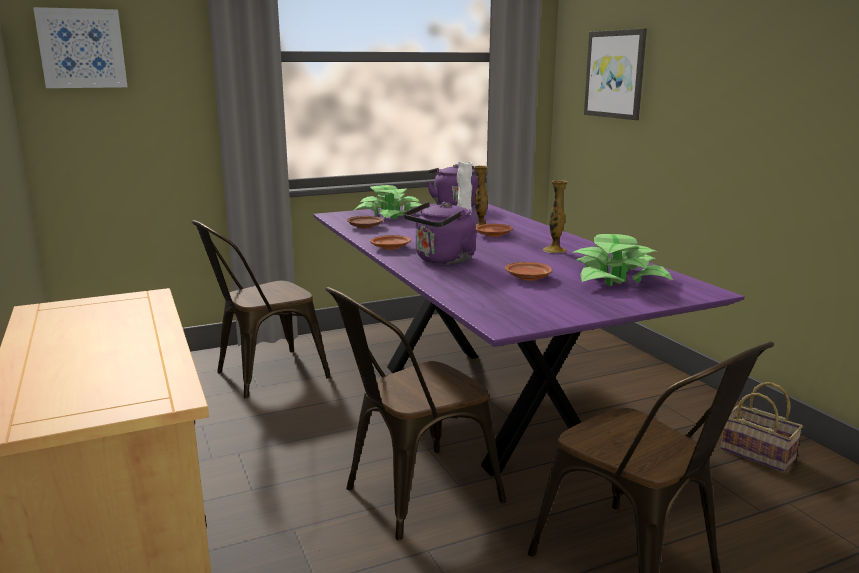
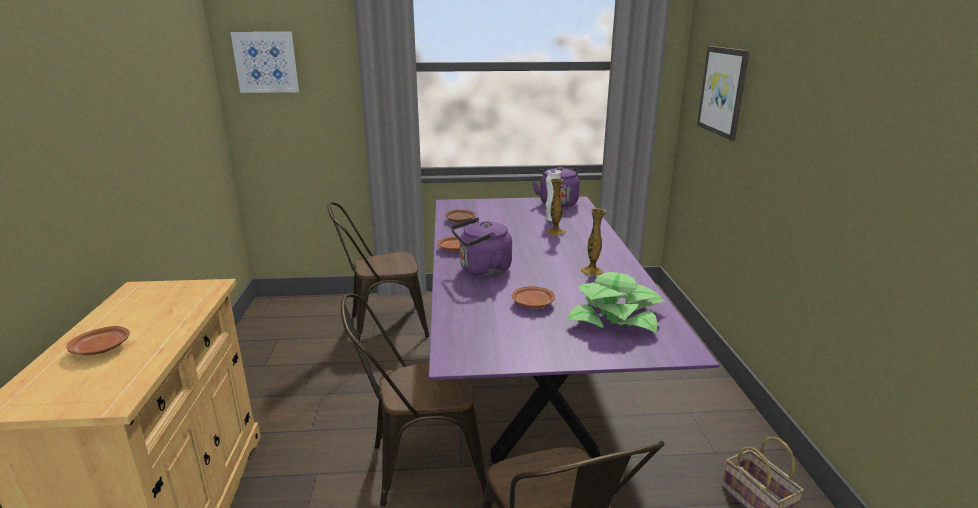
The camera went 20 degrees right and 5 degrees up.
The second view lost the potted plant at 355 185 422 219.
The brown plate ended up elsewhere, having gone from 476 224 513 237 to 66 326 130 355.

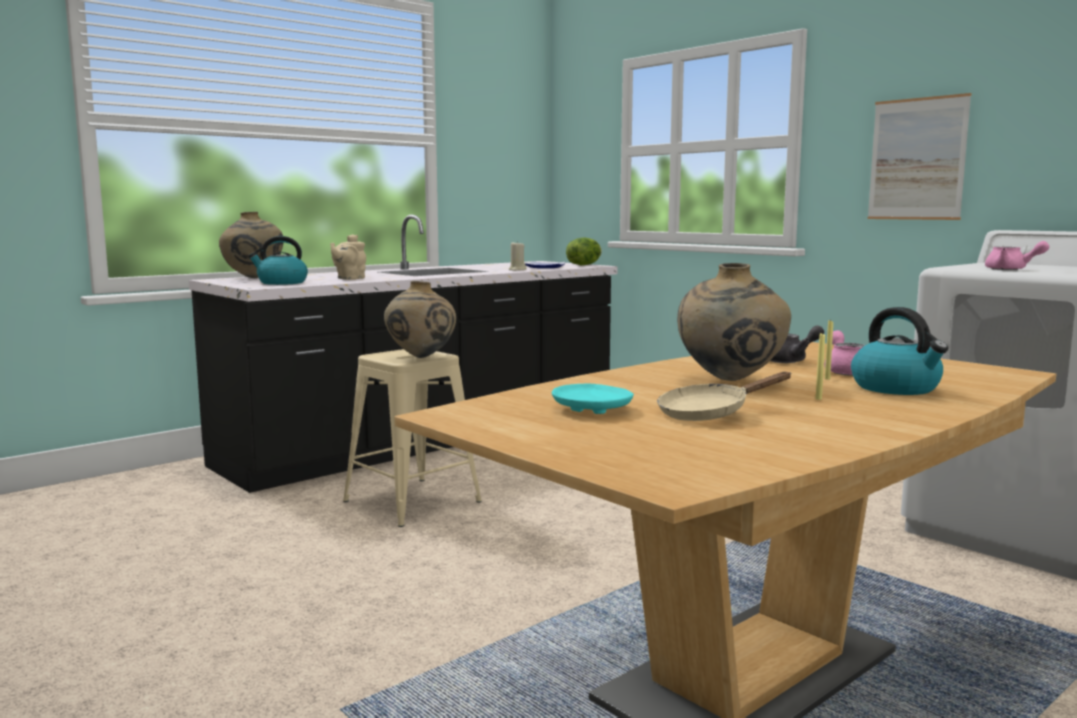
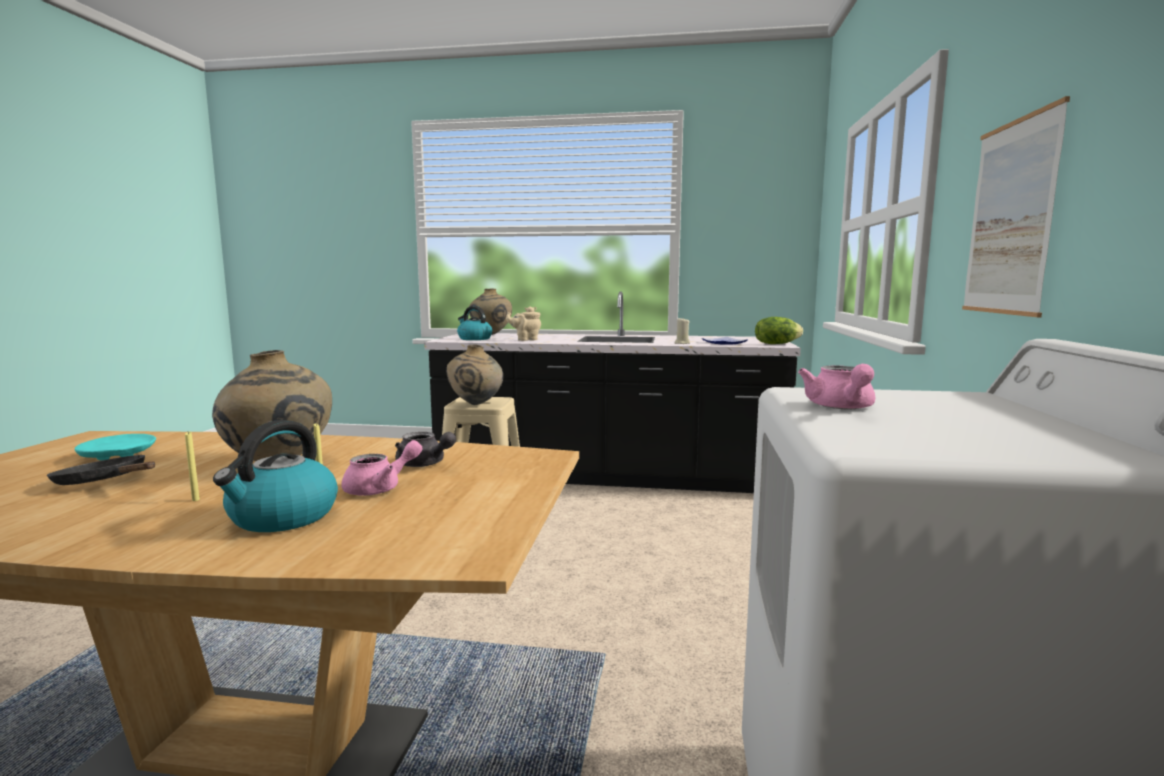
The camera went 50 degrees right and 0 degrees up.
What was the beige frying pan at 657 372 791 421 turned into the black frying pan at 47 455 155 485.

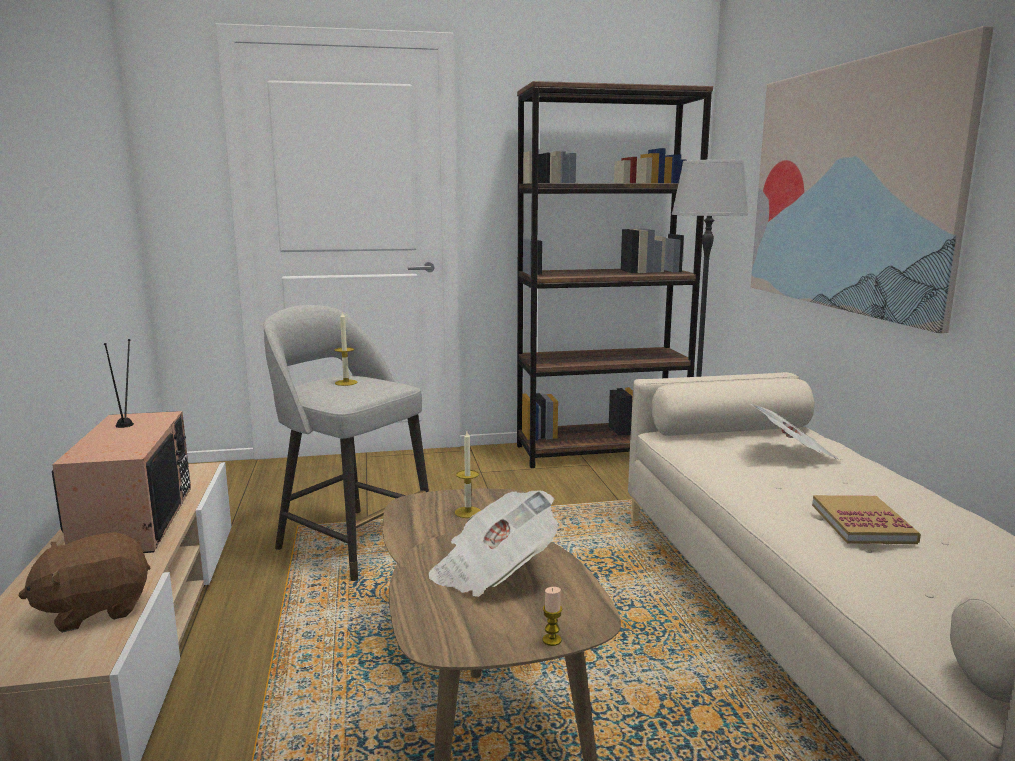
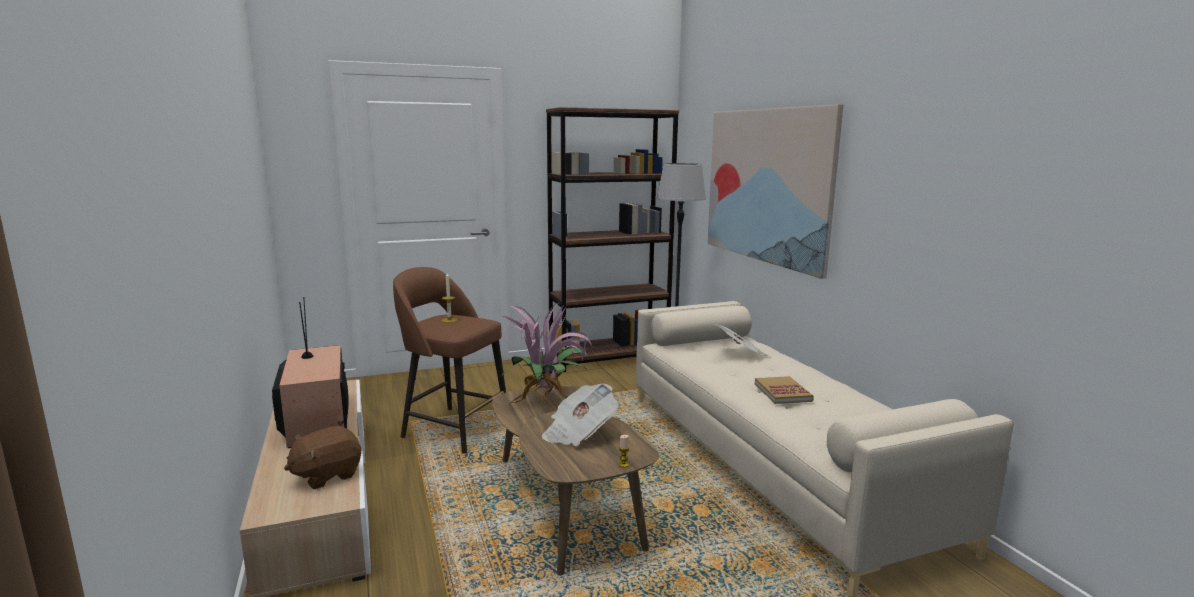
The camera went 10 degrees left and 0 degrees up.
What was the grey stool at 263 305 429 581 turned into the brown stool at 393 267 506 454.
Where the candle stood at 455 431 481 518, the potted plant came to stand at 501 301 591 404.

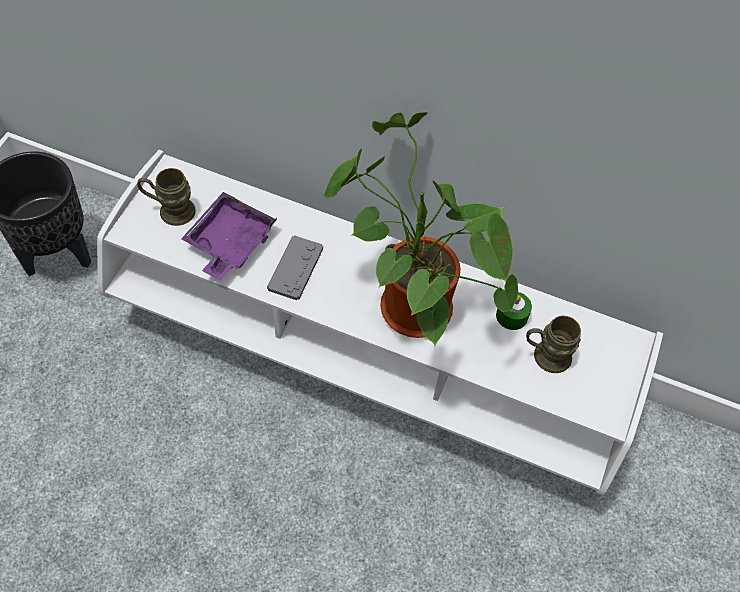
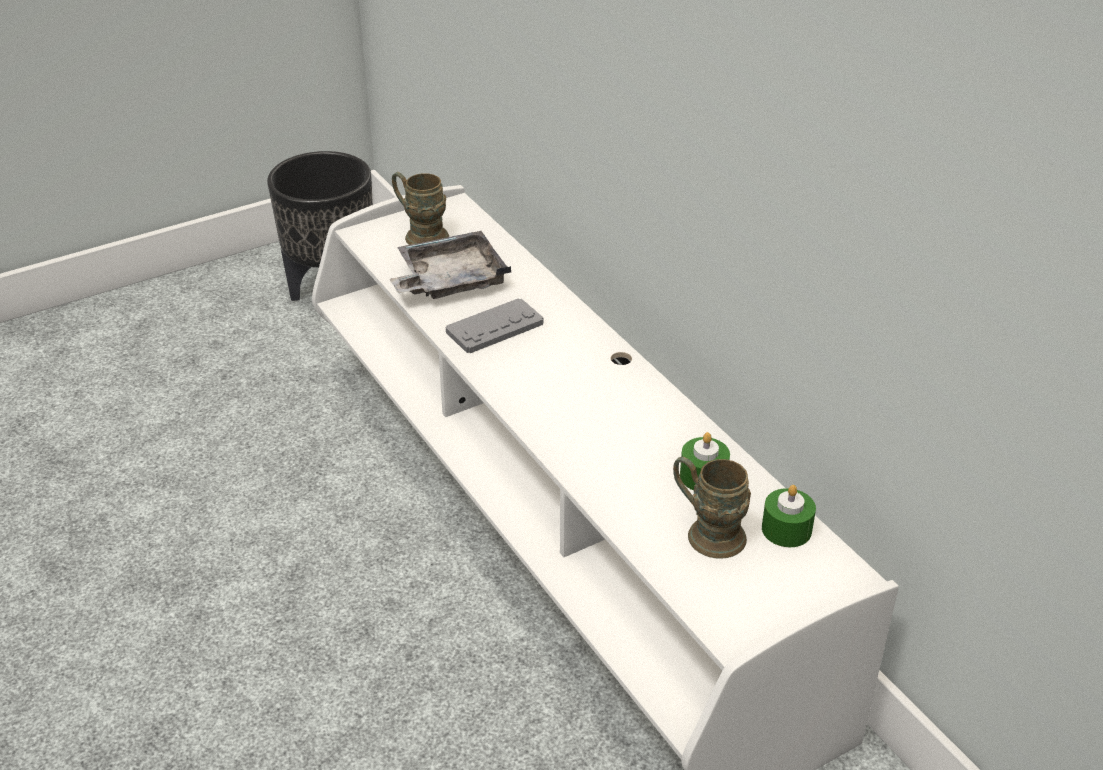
The camera went 40 degrees right and 20 degrees down.
The second view lost the potted plant at 323 112 518 346.
What was the purple tray at 181 192 277 281 turned into the grey tray at 390 231 511 299.
The second view gained the green candle at 762 485 816 547.

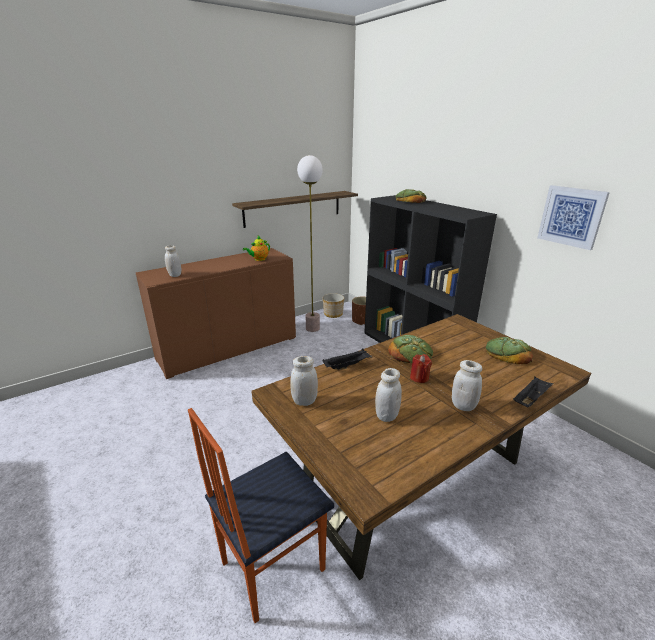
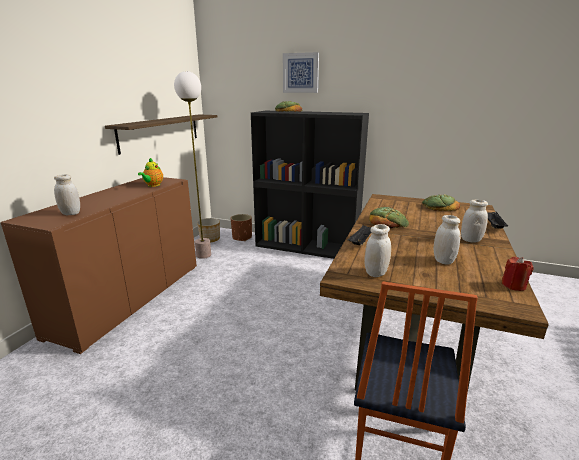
The camera went 35 degrees left and 5 degrees down.
The picture ended up elsewhere, having gone from 537 185 610 250 to 283 52 319 93.
The red candle ended up elsewhere, having gone from 410 354 432 383 to 502 257 534 291.

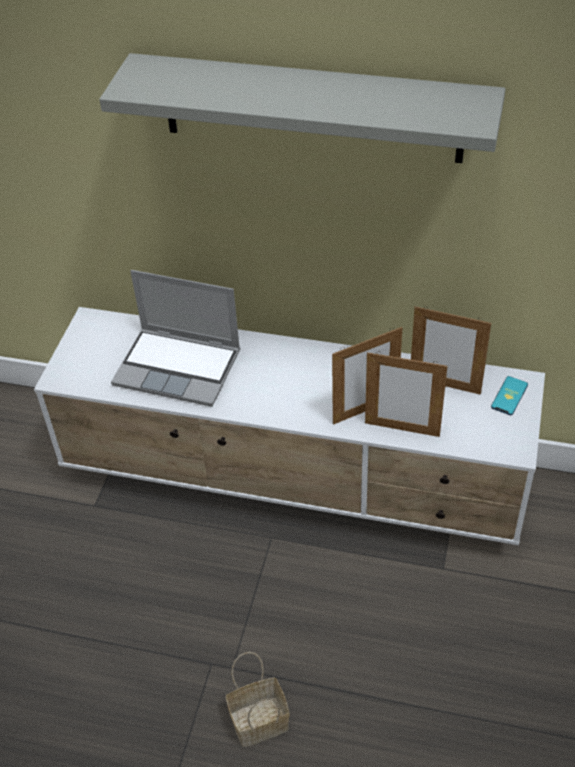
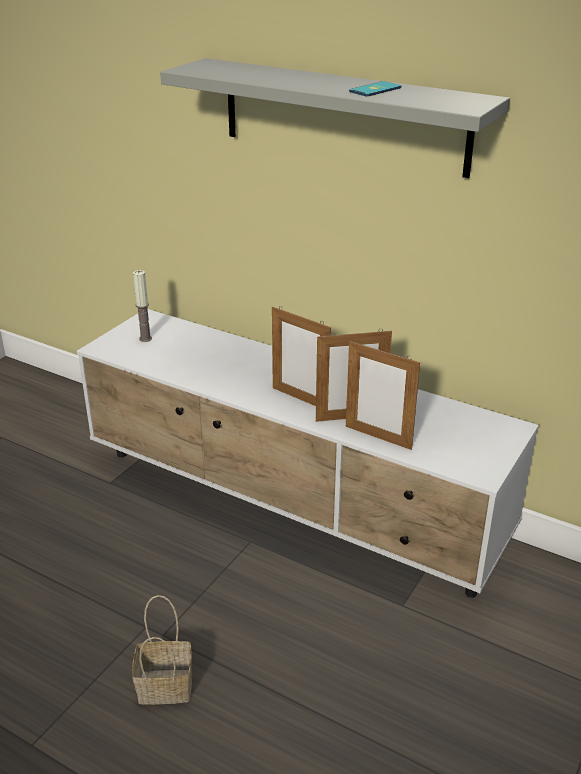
The camera went 15 degrees right and 15 degrees down.
The second view lost the laptop at 111 270 240 407.
The picture frame ended up elsewhere, having gone from 411 306 491 395 to 272 306 331 406.
The phone ended up elsewhere, having gone from 491 376 528 415 to 349 81 401 96.
The second view gained the candle at 133 270 152 342.

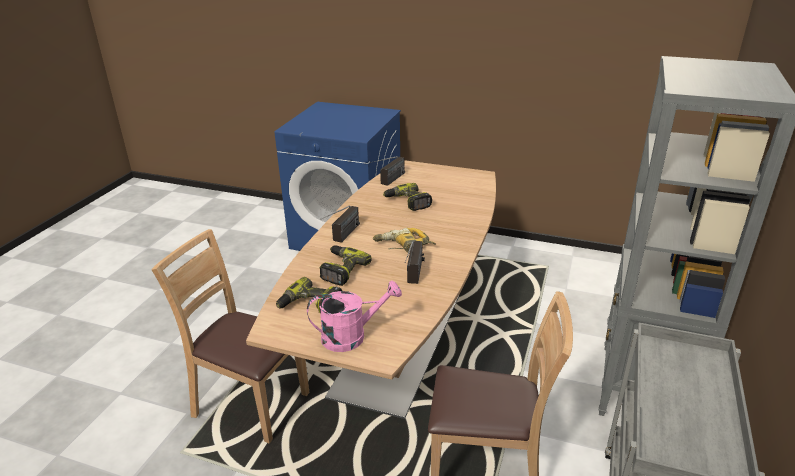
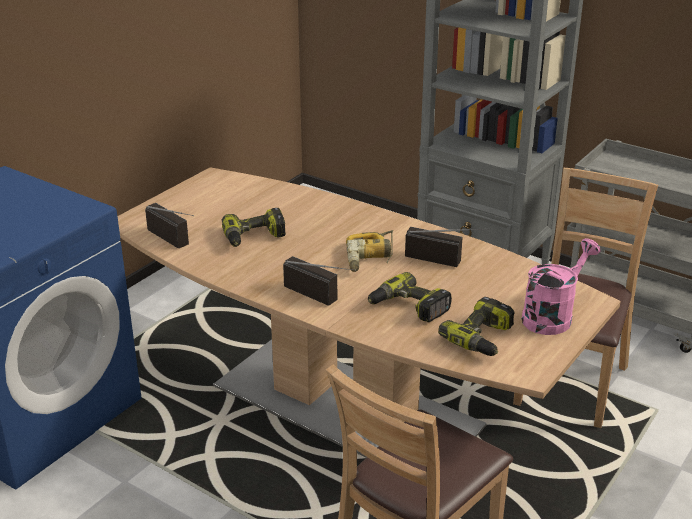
The camera went 75 degrees left and 0 degrees up.
The pink watering can at 307 281 402 352 ended up facing another way, 45 degrees clockwise from before.

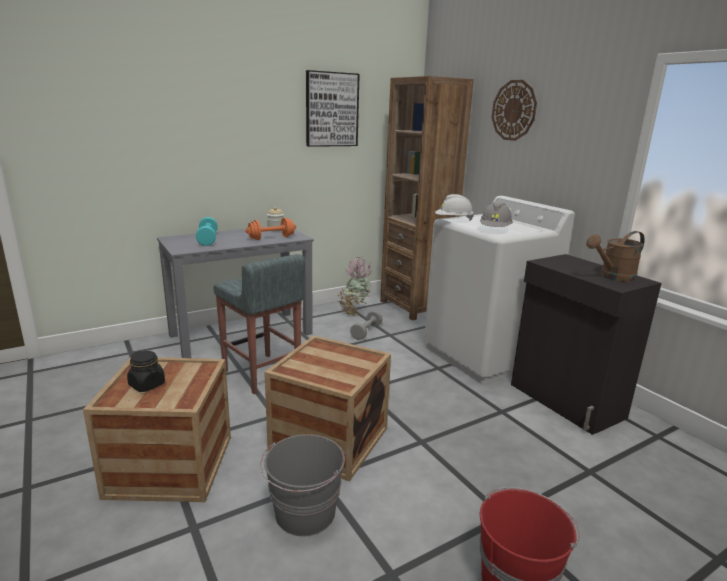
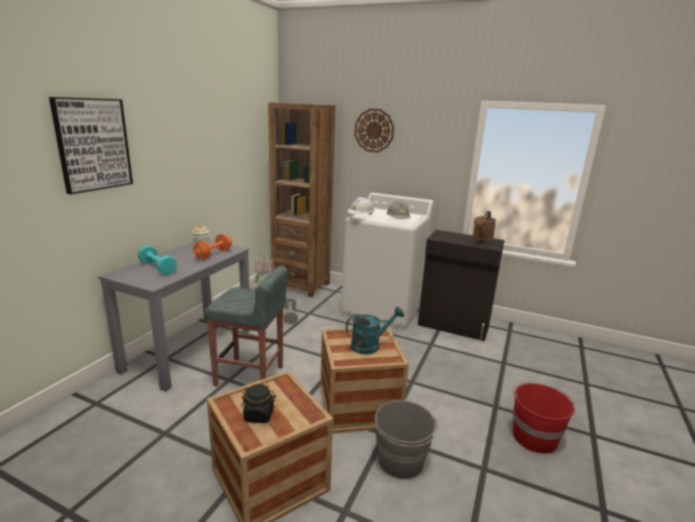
The camera went 35 degrees left and 0 degrees up.
The picture ended up elsewhere, having gone from 306 70 360 147 to 49 97 133 194.
The second view gained the turquoise watering can at 346 306 404 354.

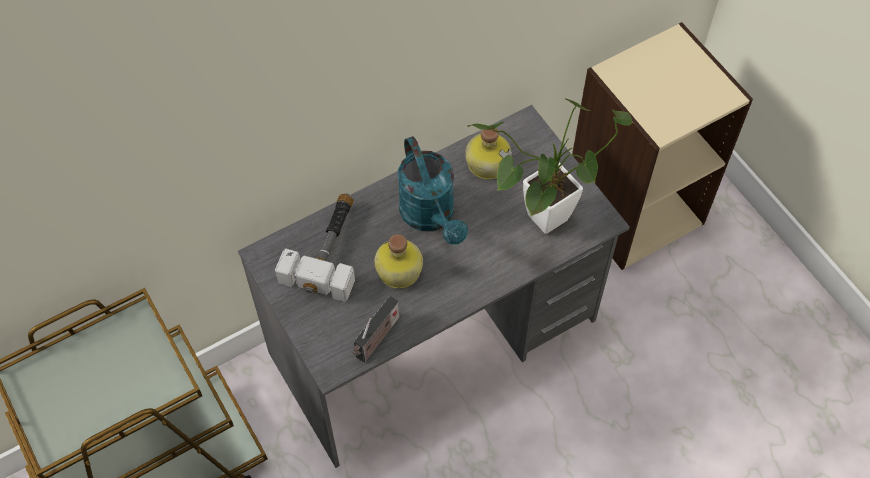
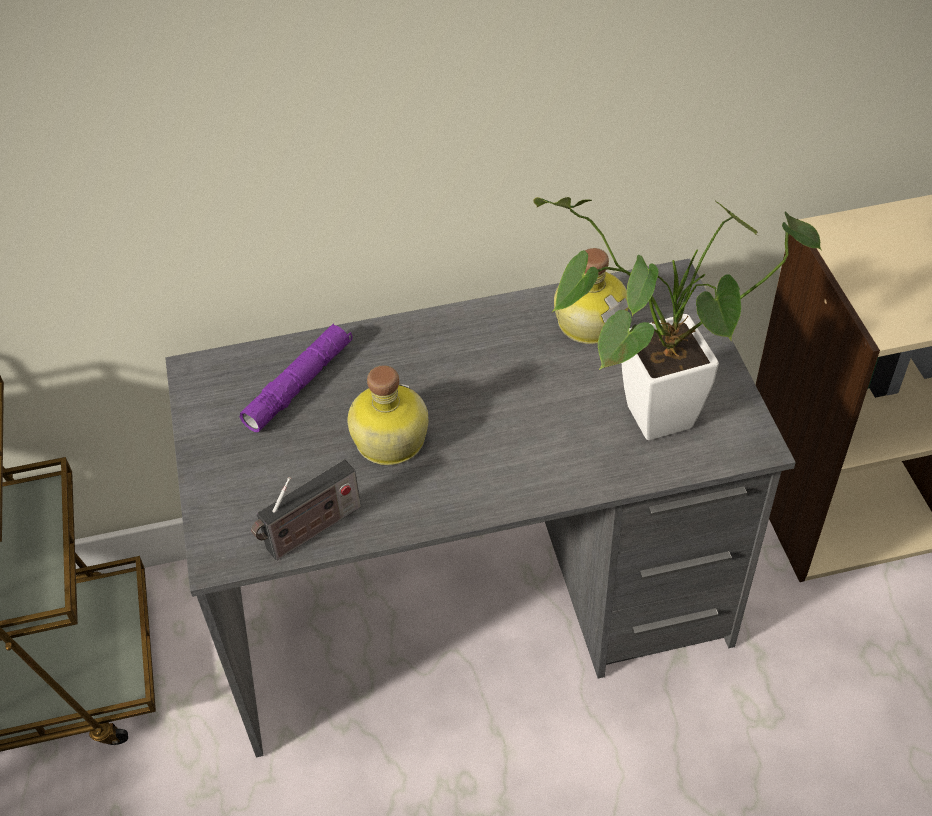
The camera went 20 degrees right and 10 degrees down.
The second view lost the turquoise watering can at 398 136 468 245.
Where the hammer stood at 275 193 355 302, the purple flashlight came to stand at 240 324 353 432.

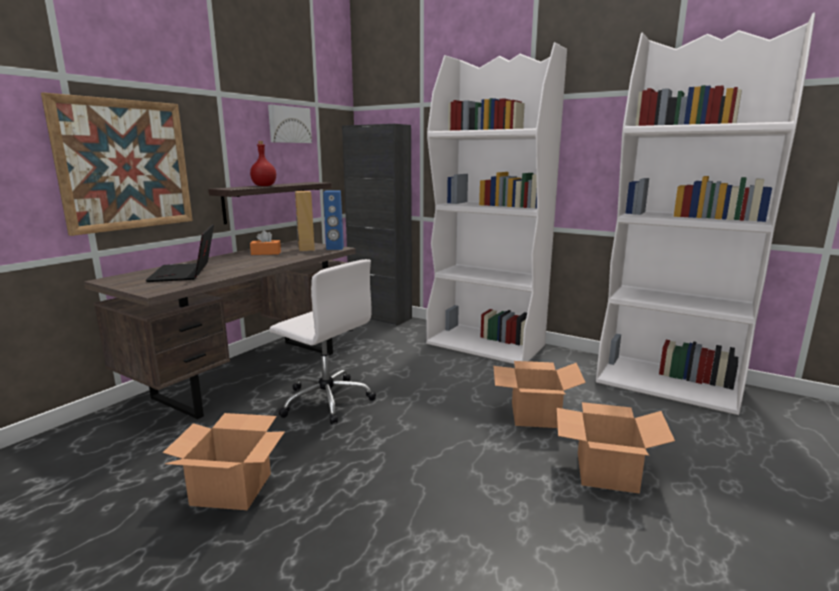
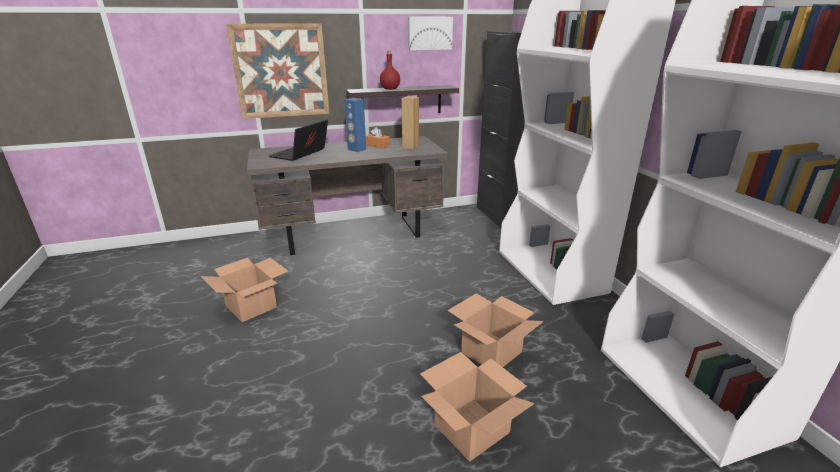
The camera went 40 degrees right and 10 degrees up.
The blue speaker ended up elsewhere, having gone from 323 191 344 250 to 344 98 366 152.
The second view lost the white office chair at 269 259 376 424.

